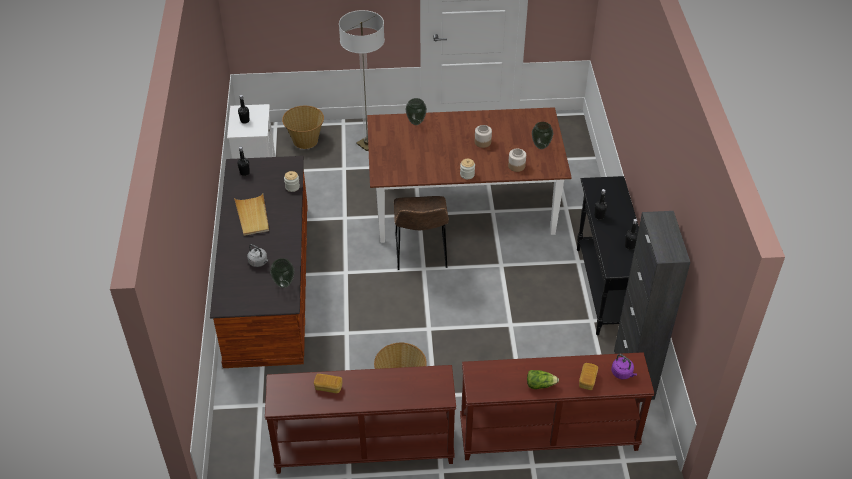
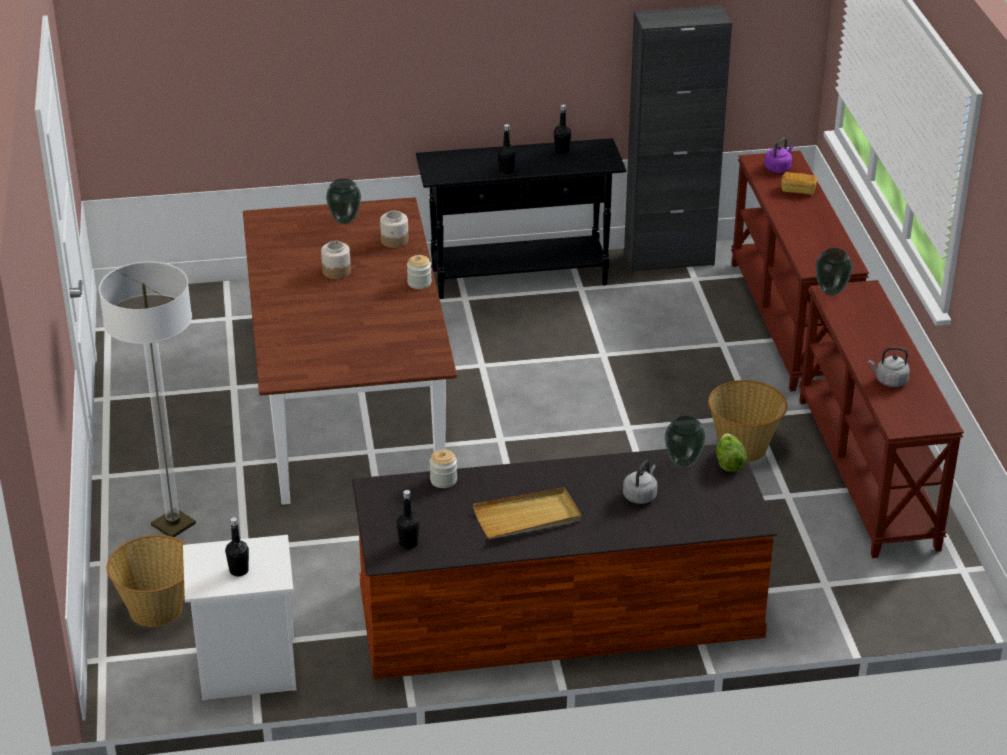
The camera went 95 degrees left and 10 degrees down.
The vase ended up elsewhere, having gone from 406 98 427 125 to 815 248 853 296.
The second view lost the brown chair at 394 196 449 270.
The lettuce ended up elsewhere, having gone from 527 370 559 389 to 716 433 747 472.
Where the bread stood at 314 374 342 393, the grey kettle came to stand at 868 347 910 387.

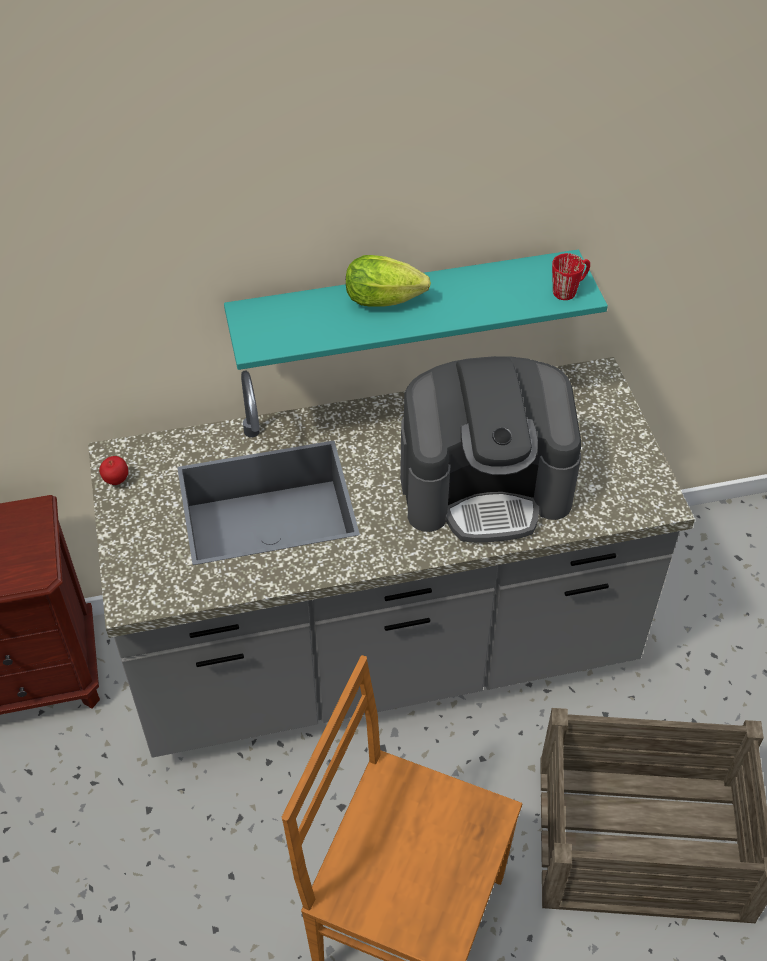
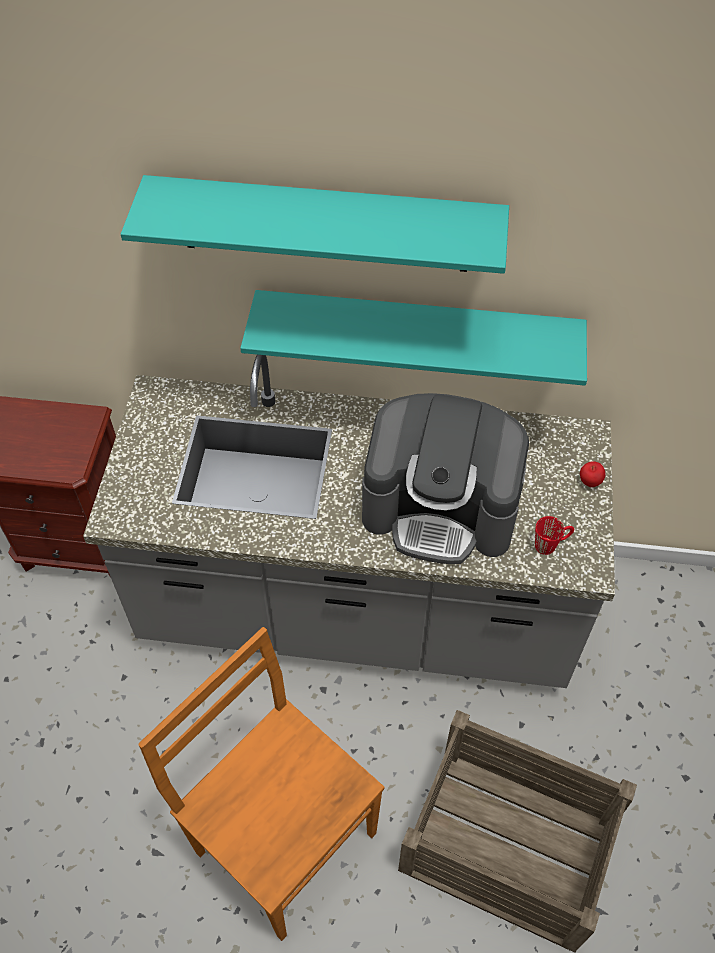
The camera went 20 degrees right and 5 degrees up.
The red mug ended up elsewhere, having gone from 552 253 590 300 to 535 516 574 555.
The second view lost the lettuce at 346 255 431 307.
The apple ended up elsewhere, having gone from 99 456 128 485 to 580 461 605 487.
The second view gained the turquoise shelf at 121 175 509 274.

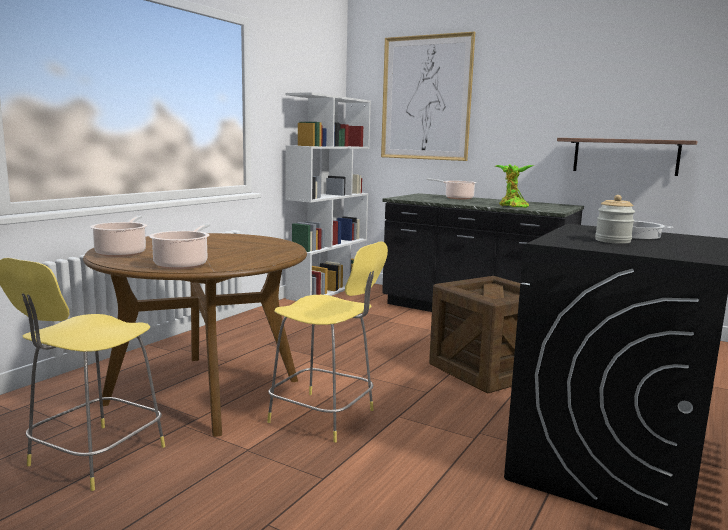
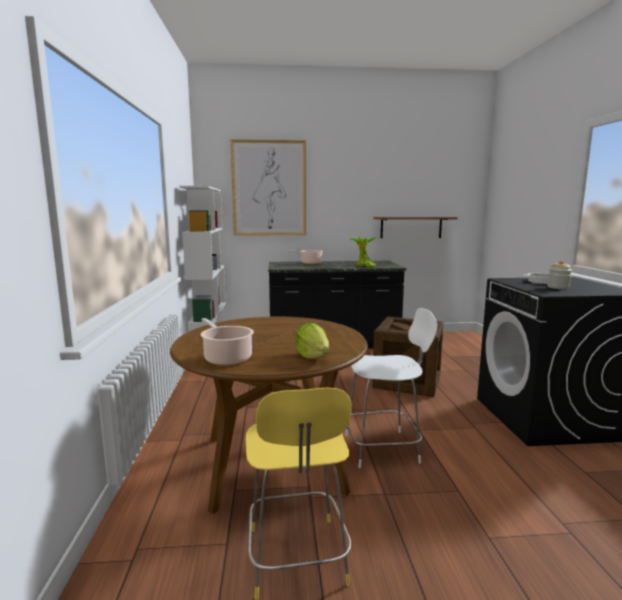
The camera went 35 degrees left and 0 degrees up.
Where the cooking pot stood at 149 224 210 269, the lettuce came to stand at 295 323 329 359.
What was the yellow stool at 267 241 388 442 turned into the white stool at 345 308 437 468.

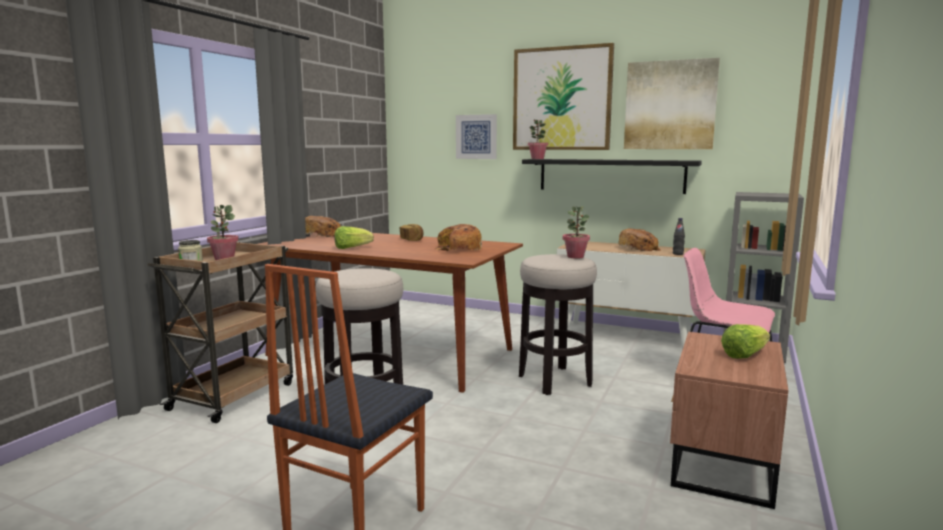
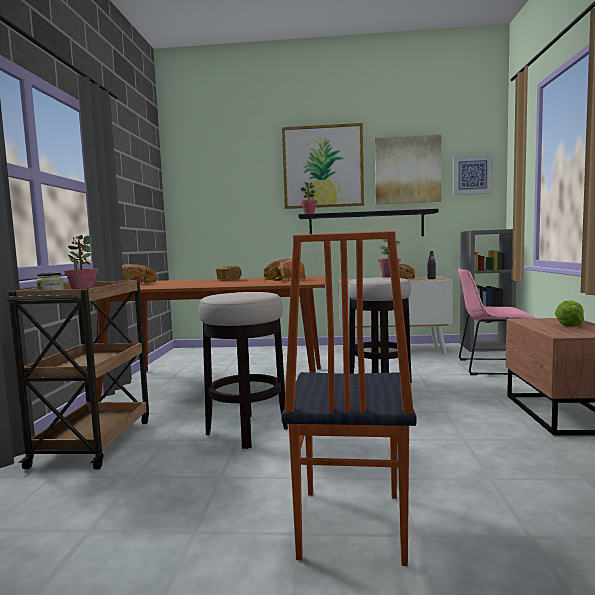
The camera went 20 degrees left and 5 degrees down.
The picture ended up elsewhere, having gone from 456 114 497 159 to 453 154 493 195.
The second view lost the lettuce at 334 226 374 249.

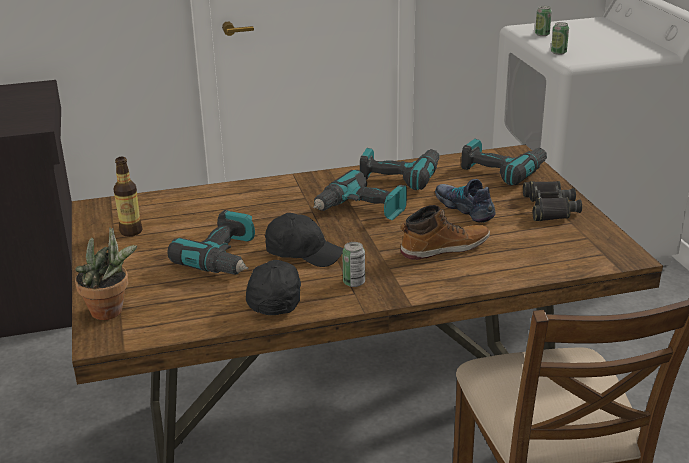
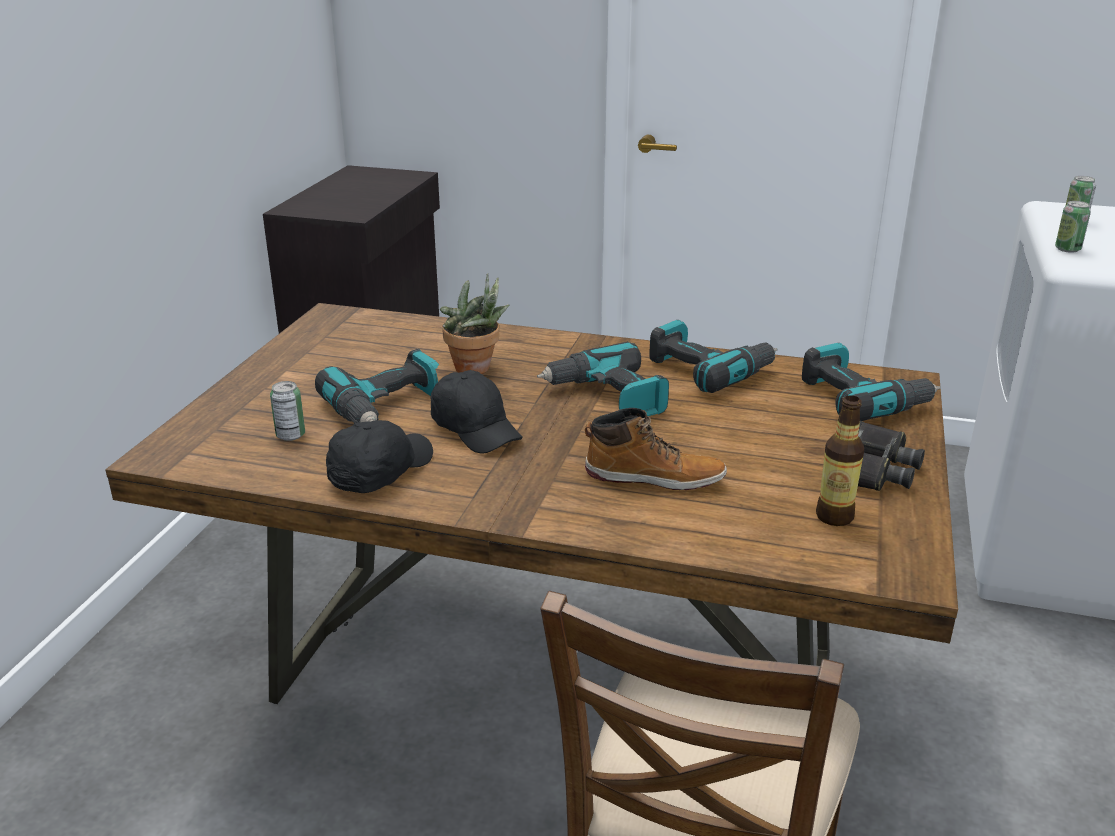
The camera went 30 degrees right and 0 degrees up.
The bottle ended up elsewhere, having gone from 114 157 142 237 to 816 395 864 526.
The second view lost the shoe at 435 179 496 223.
The potted plant ended up elsewhere, having gone from 75 228 137 320 to 440 273 509 374.
The can ended up elsewhere, having gone from 342 242 365 287 to 270 381 305 441.

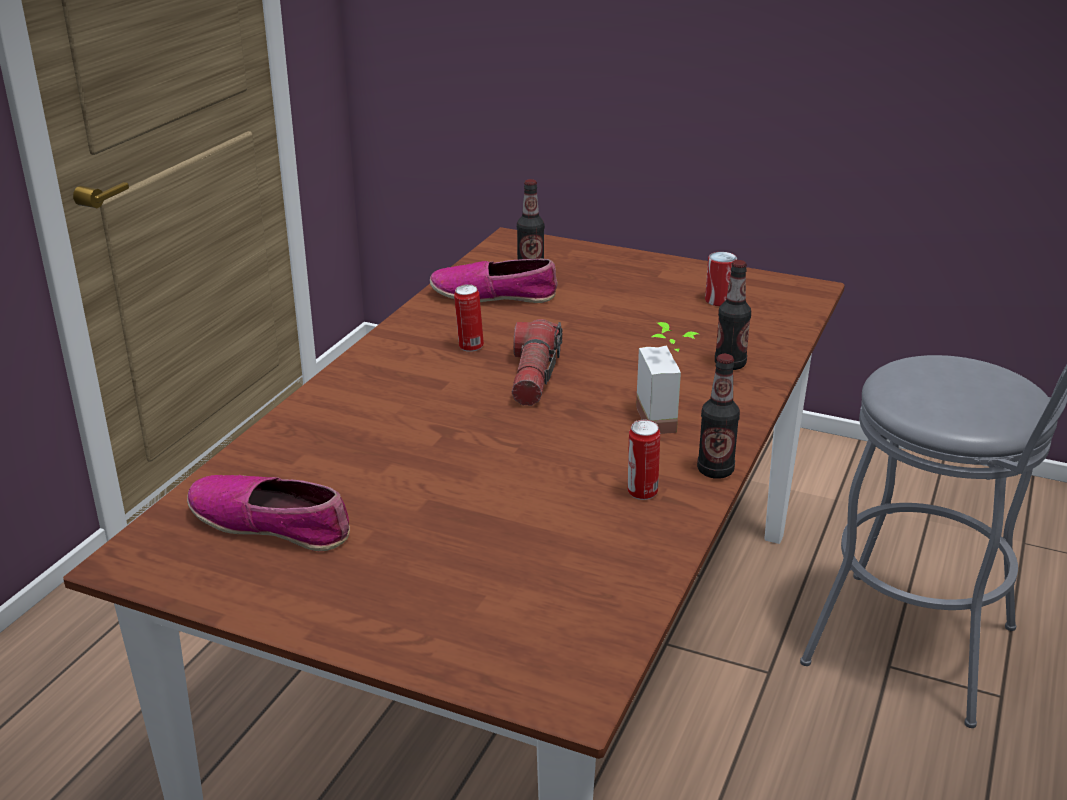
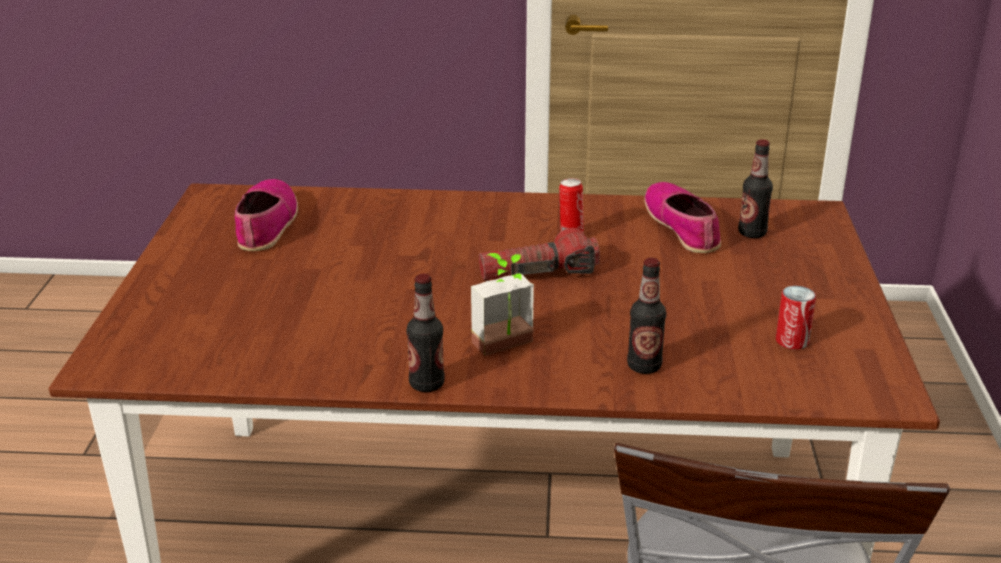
The camera went 70 degrees right and 0 degrees up.
The second view lost the can at 628 420 660 500.

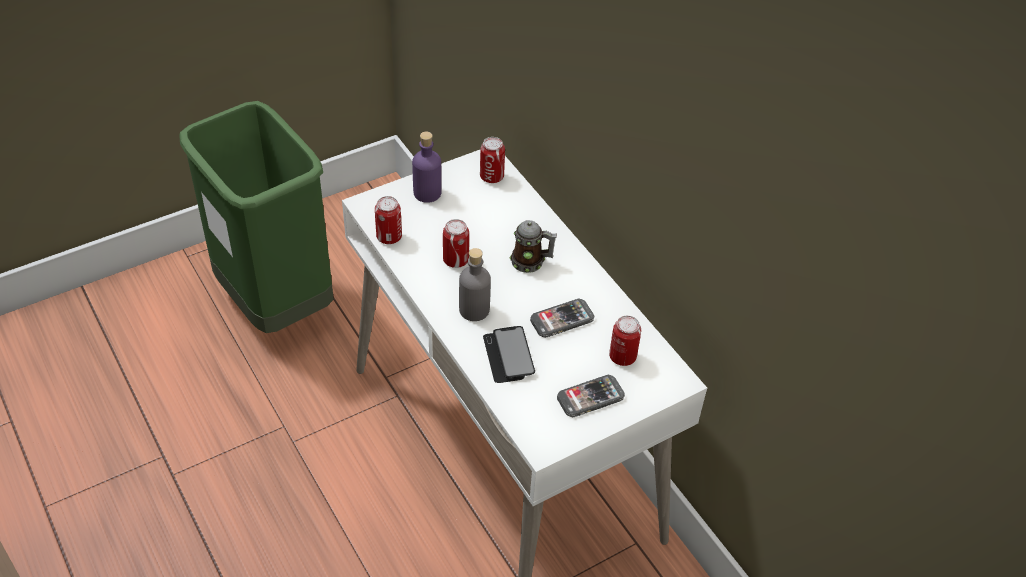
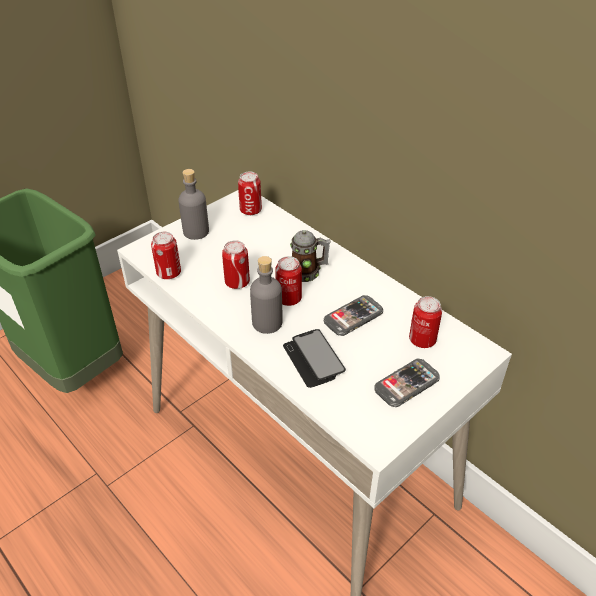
The camera went 10 degrees left and 5 degrees down.
What was the purple bottle at 412 132 442 203 turned into the grey bottle at 178 169 209 240.
The second view gained the can at 275 256 302 306.

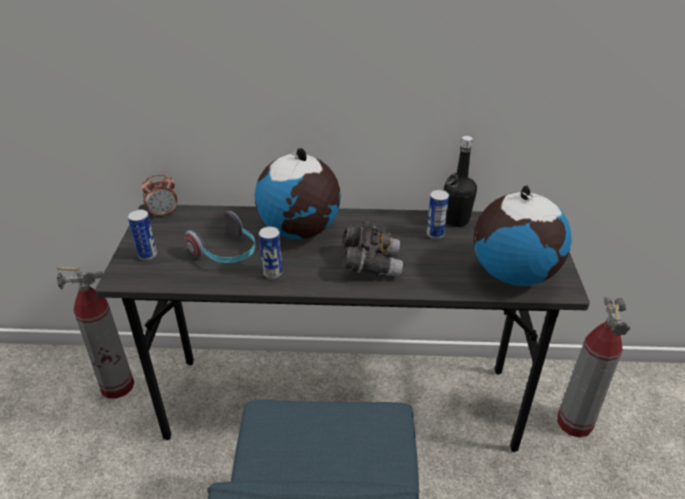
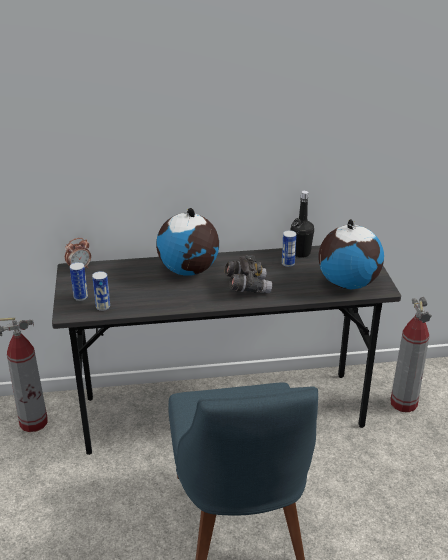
The camera went 10 degrees left and 5 degrees down.
The second view lost the headphones at 185 211 256 263.
The can ended up elsewhere, having gone from 259 226 283 279 to 92 271 110 311.

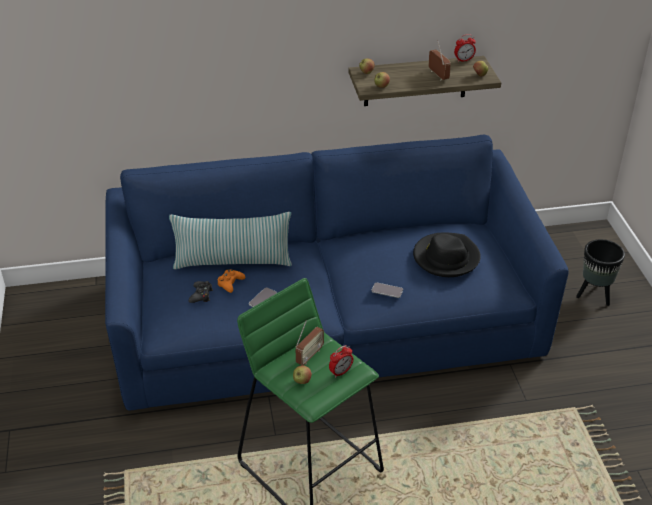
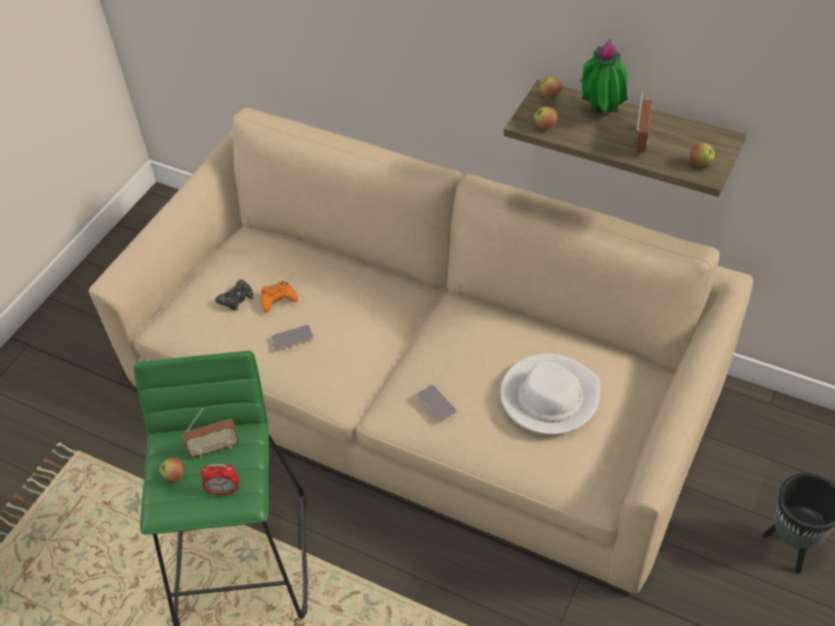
The camera went 40 degrees right and 10 degrees up.
The second view lost the alarm clock at 454 34 476 62.
What was the blue sofa at 105 135 569 410 turned into the beige sofa at 89 107 753 594.
The second view lost the pillow at 169 212 292 269.
What was the black hat at 413 232 481 277 turned into the white hat at 500 354 600 435.
The second view gained the potted plant at 580 39 628 114.

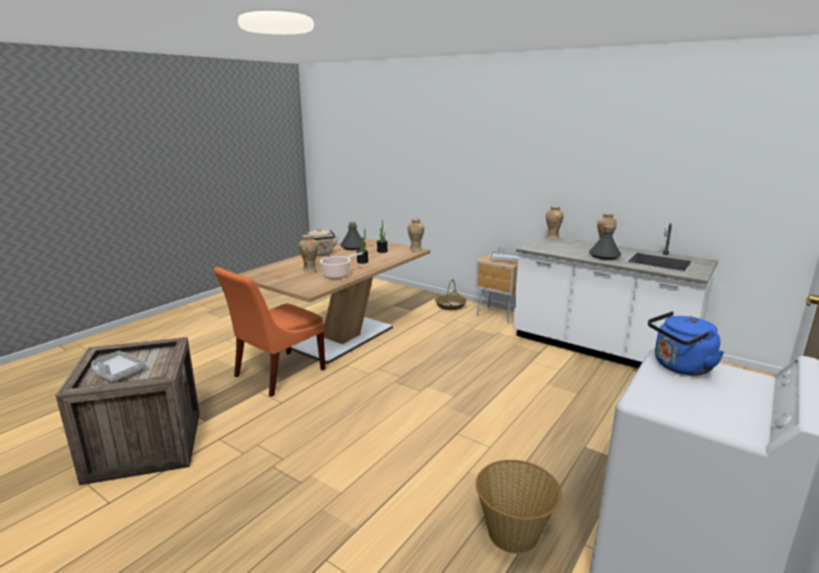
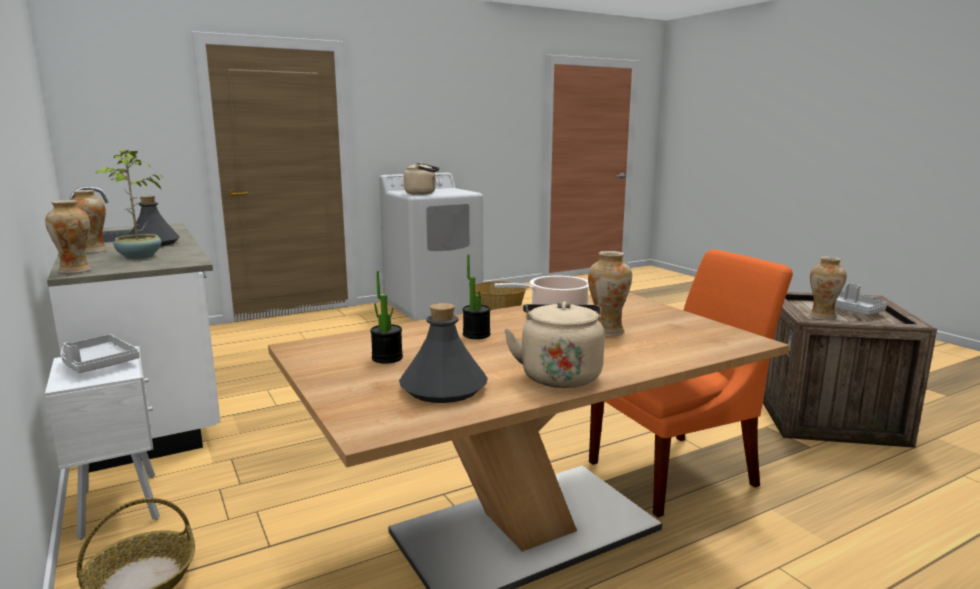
The camera went 155 degrees left and 5 degrees down.
The vase ended up elsewhere, having gone from 408 219 424 252 to 809 257 847 320.
What was the brown nightstand at 475 254 518 323 turned into the white nightstand at 45 346 160 540.
What was the blue kettle at 648 311 725 375 turned into the beige kettle at 404 162 439 195.
The second view gained the potted plant at 95 150 163 259.

